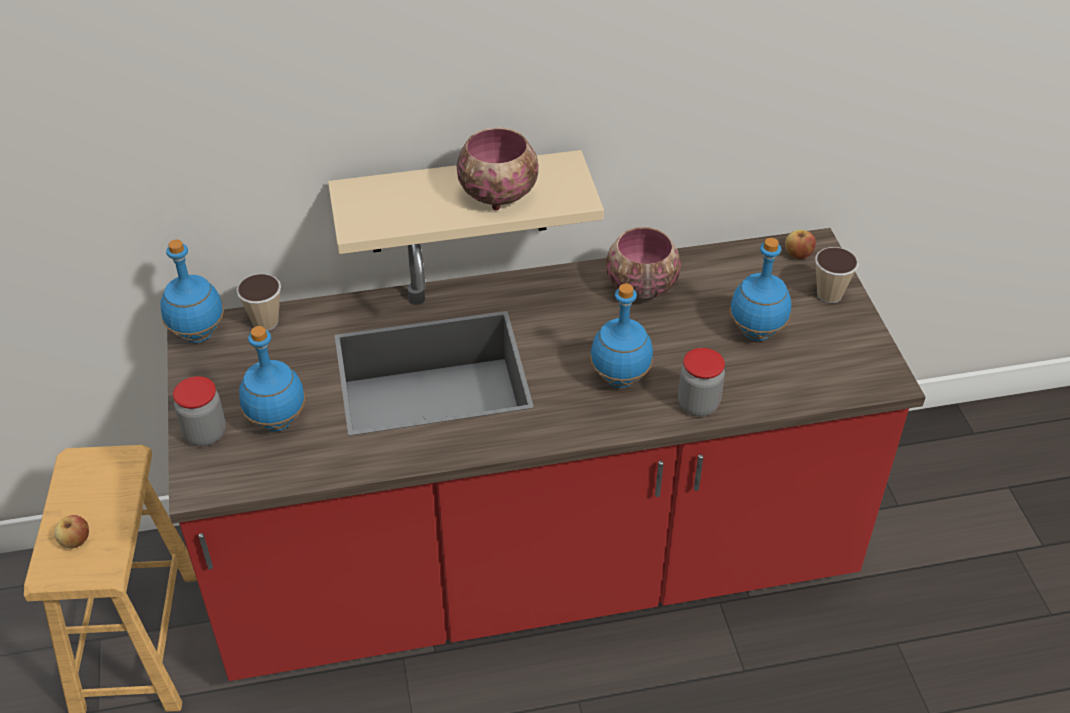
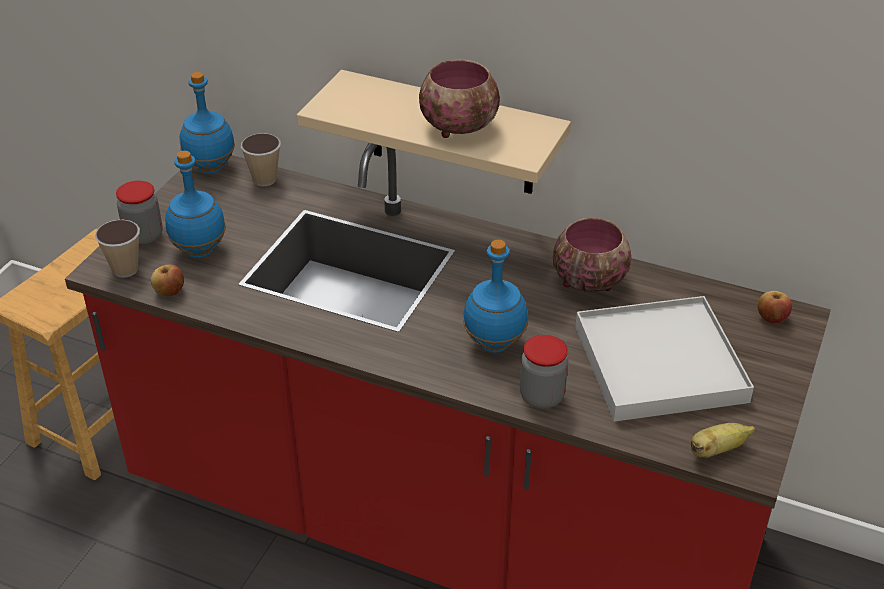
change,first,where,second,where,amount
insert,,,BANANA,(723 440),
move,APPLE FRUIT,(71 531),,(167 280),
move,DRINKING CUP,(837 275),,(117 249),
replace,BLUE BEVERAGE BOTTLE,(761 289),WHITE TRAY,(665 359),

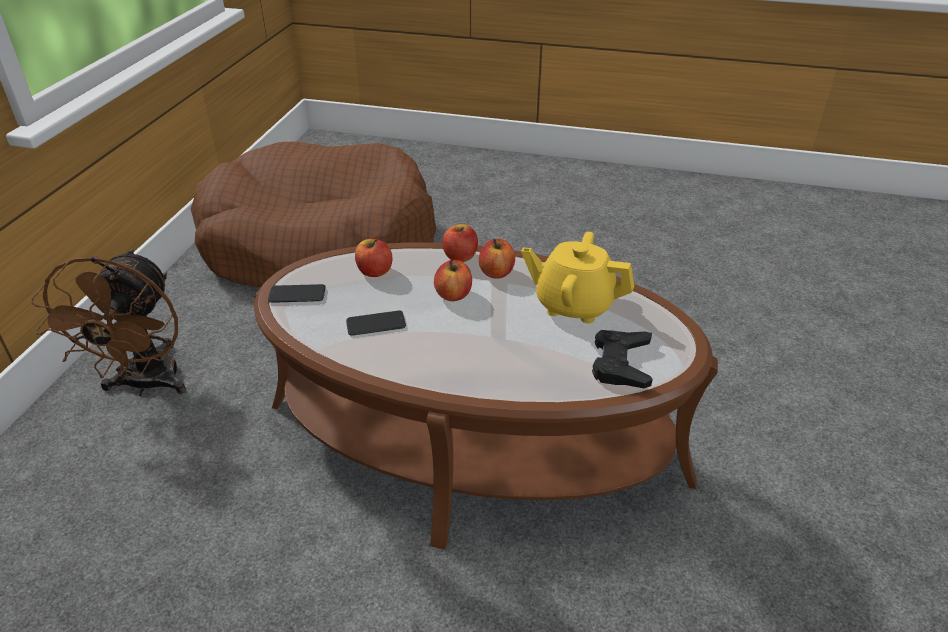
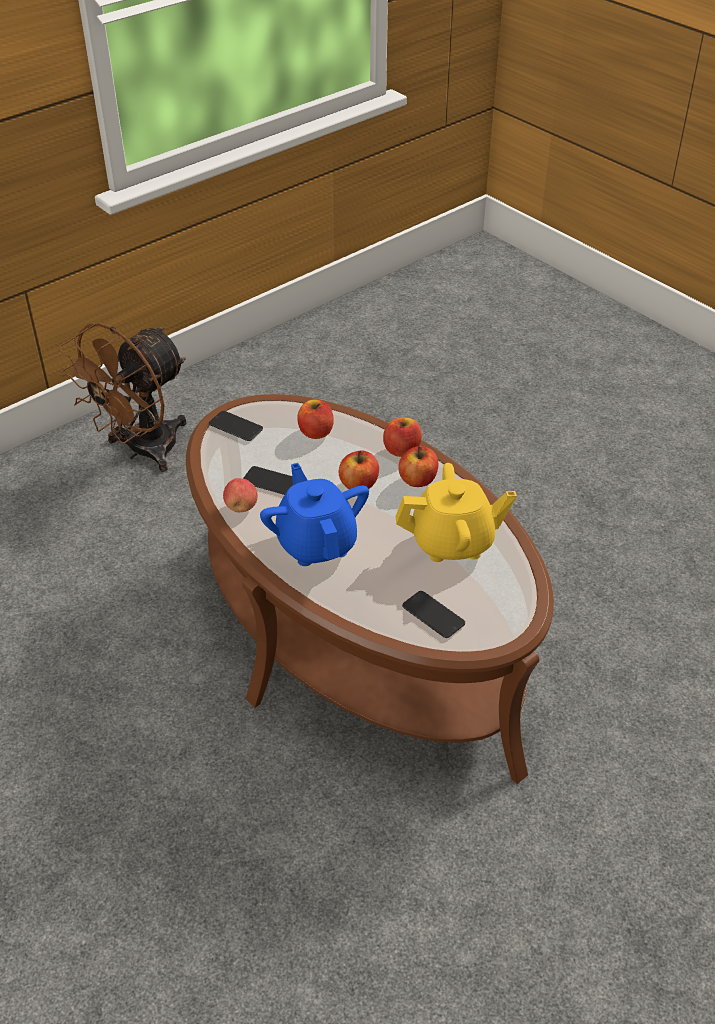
change,first,where,second,where,amount
delete,BROWN DOG BED,(313 214),,,
insert,,,APPLE FRUIT,(240 495),
insert,,,BLUE TEAPOT,(314 514),
replace,BLACKISH JOYPAD,(622 359),PHONE,(433 614),
rotate,YELLOWISH TEAPOT,(577 277),,(456 512),120 degrees clockwise

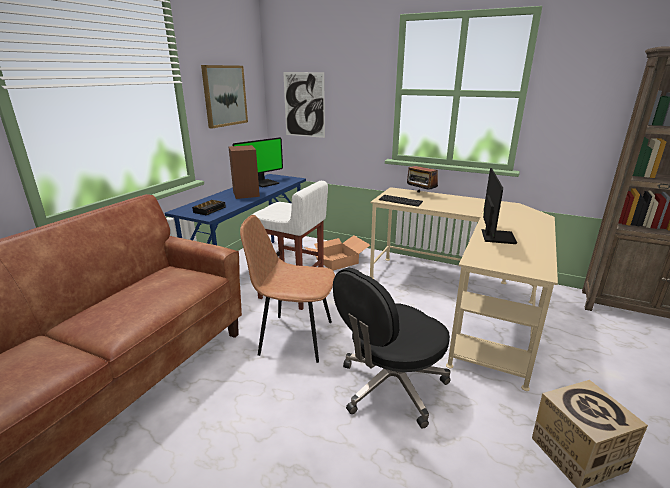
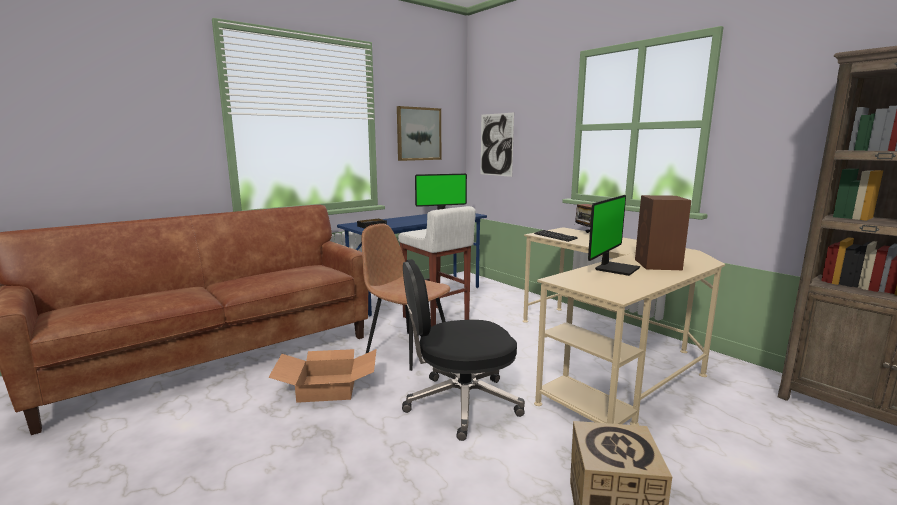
change,first,where,second,where,amount
move,BROWN LOUDSPEAKER,(244 172),,(663 232),
move,CARDBOARD BOX,(337 253),,(322 376),

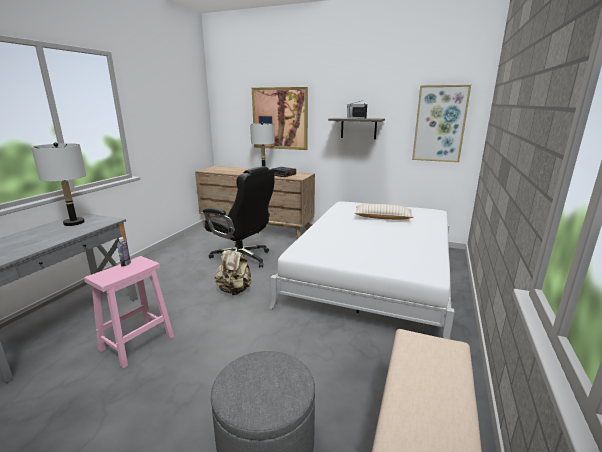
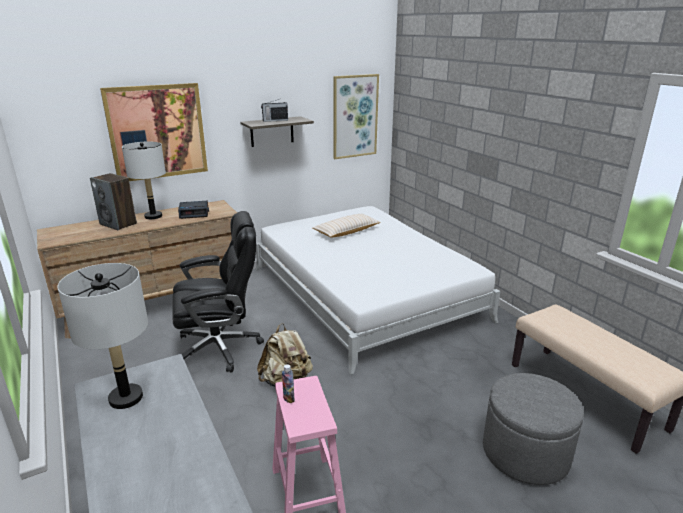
change,first,where,second,where,amount
insert,,,LOUDSPEAKER,(113 201),

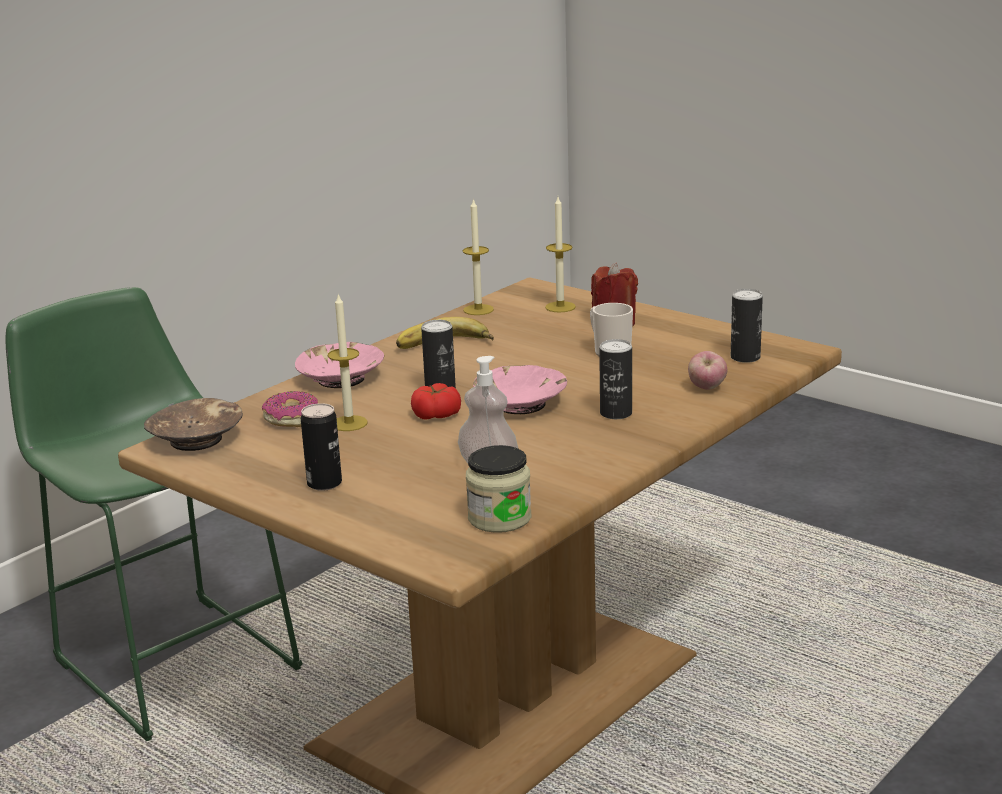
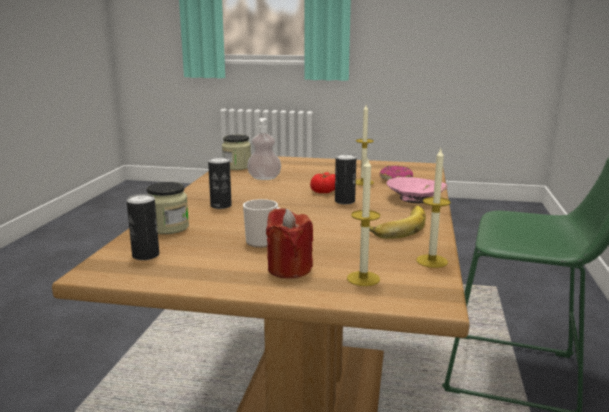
change,first,where,second,where,amount
delete,BROWN SERVING BOWL,(193 424),,,
delete,METAL CAN,(321 447),,,
delete,PINK SERVING BOWL,(520 389),,,
replace,APPLE FRUIT,(707 370),PRESERVE JAR,(168 208),

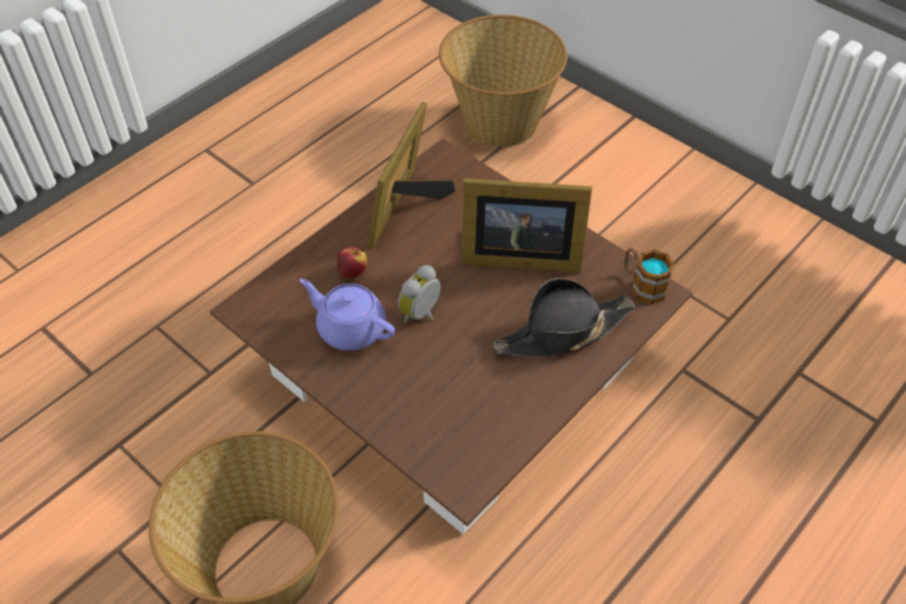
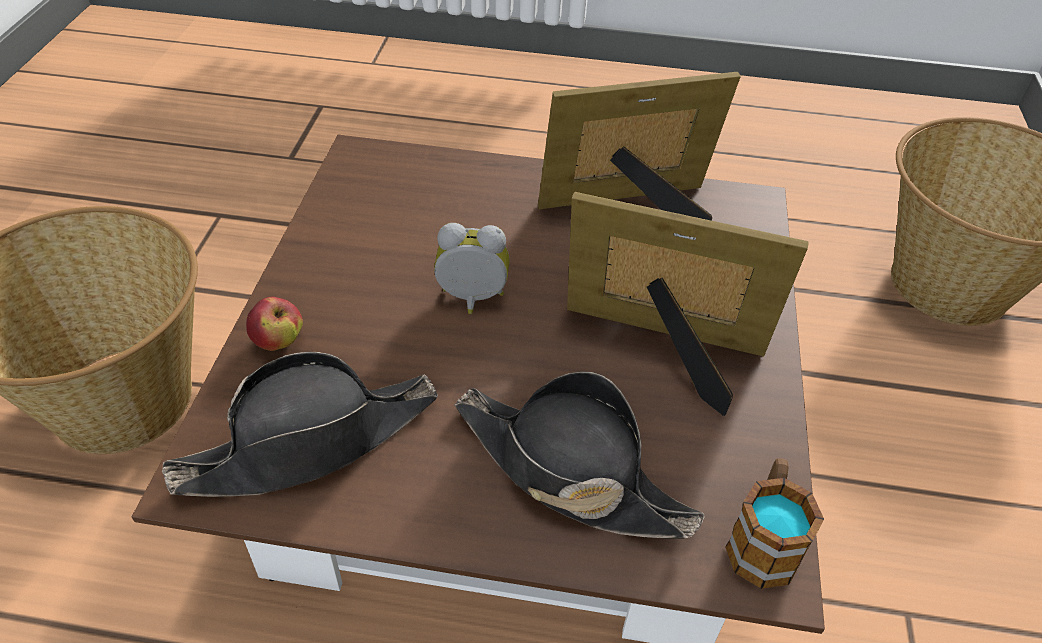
change,first,where,second,where,amount
delete,PURPLE-COLOURED TEAPOT,(347 315),,,
insert,,,BLACKISH WEARABLE HAT,(300 424),
move,APPLE FRUIT,(352 262),,(274 324),
rotate,STANDING FRAME,(526 225),,(688 304),135 degrees clockwise

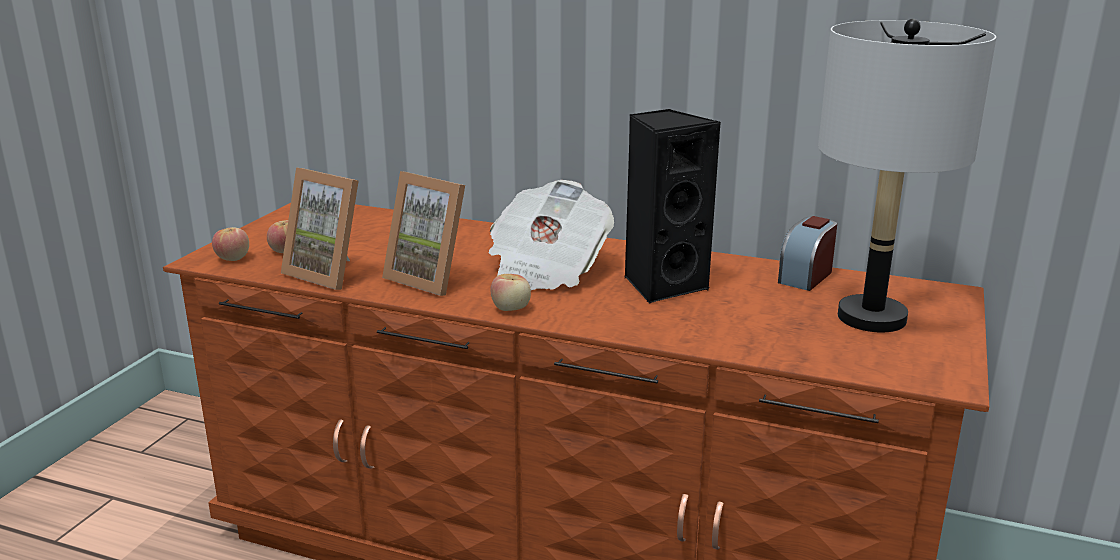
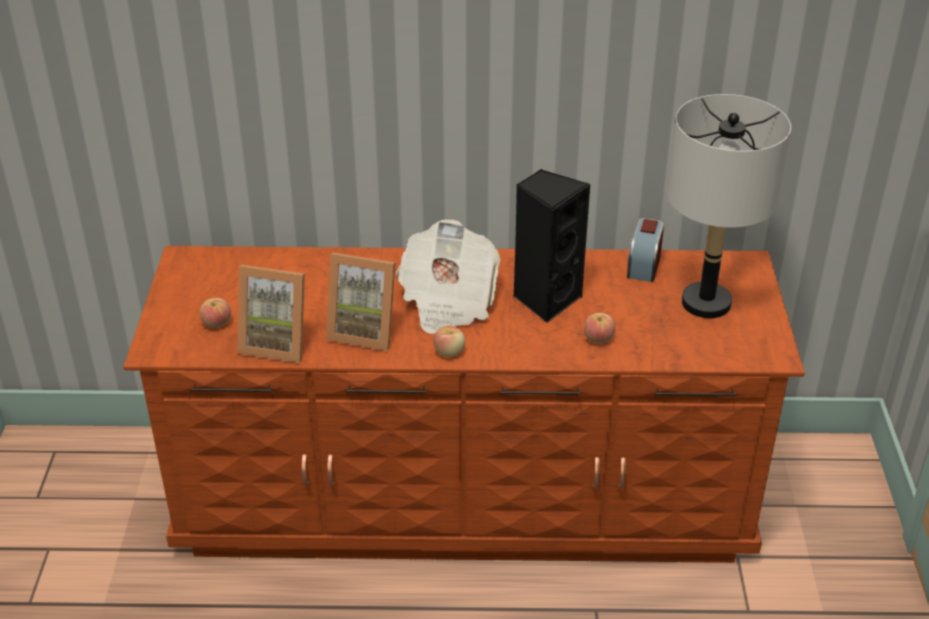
change,first,where,second,where,amount
move,APPLE FRUIT,(230 244),,(599 328),

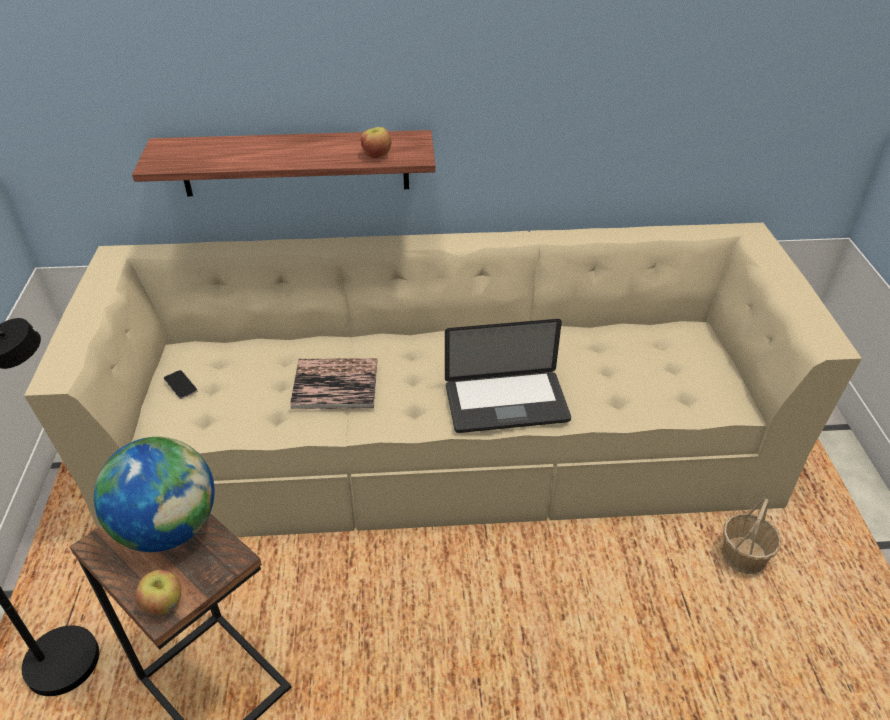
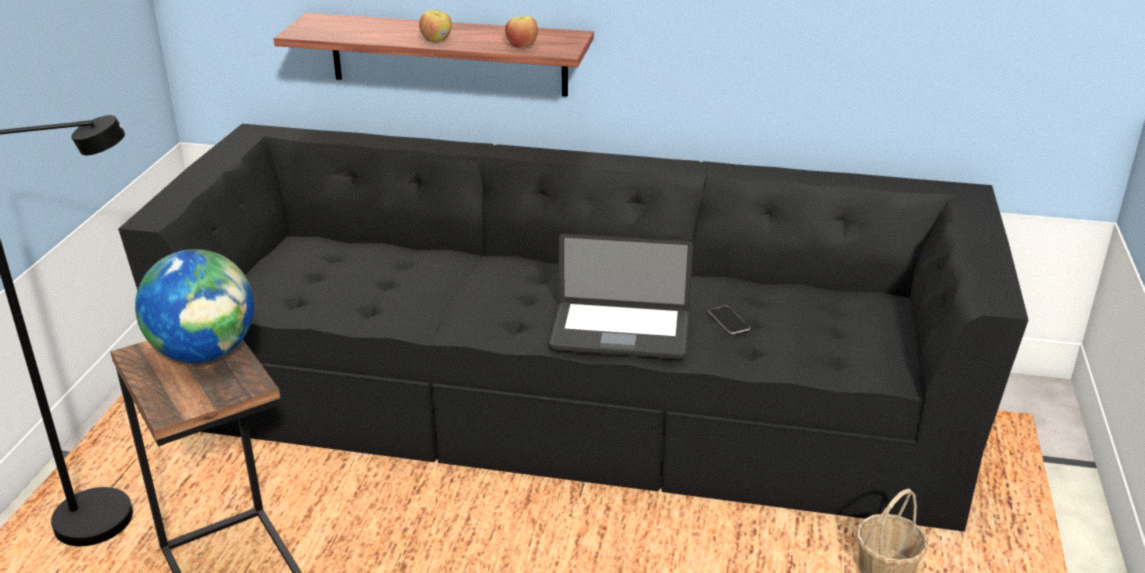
change,first,where,second,where,amount
delete,BOUND BOOK,(333 383),,,
move,APPLE FRUIT,(158 592),,(435 26),
move,PHONE,(181 384),,(729 320),
recolor,BEIGE-COLOURED SOFA,(443 380),BLACKISH SOFA,(573 328),

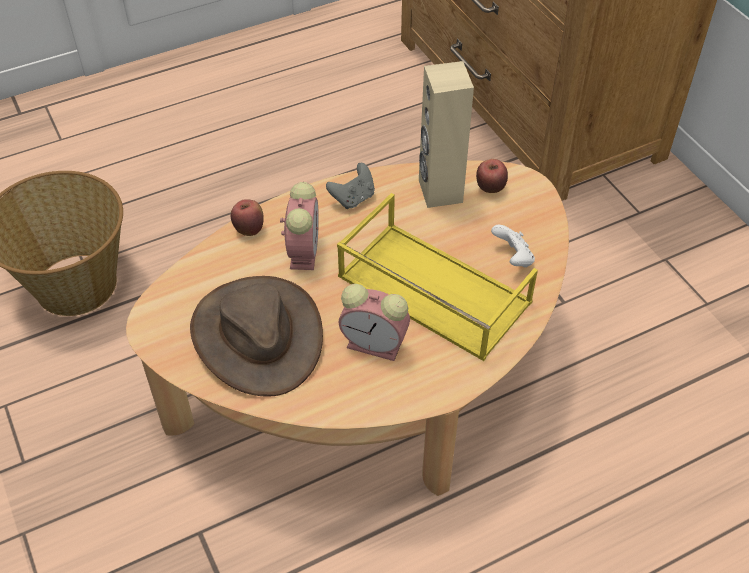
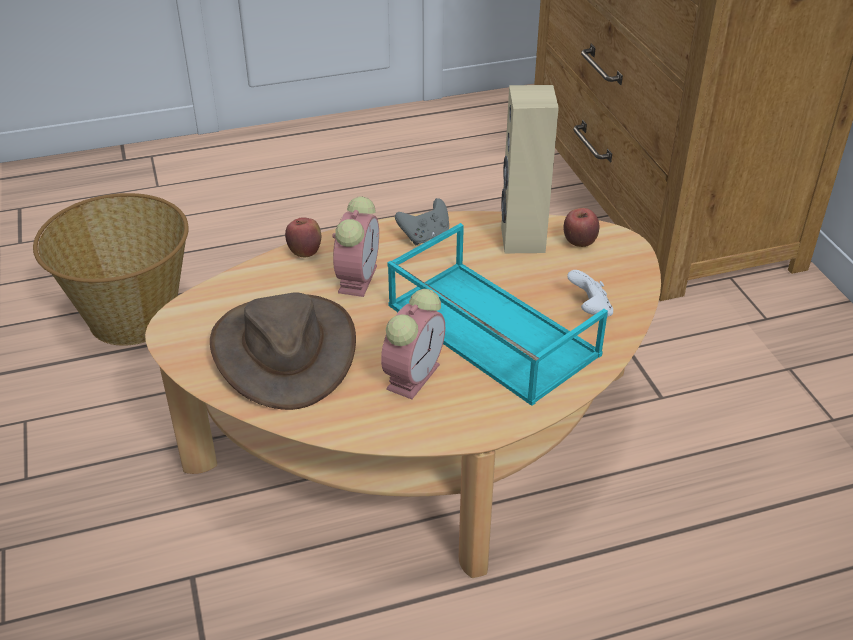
change,first,where,second,where,amount
recolor,YELLOWISH TRAY,(437 277),TURQUOISE TRAY,(497 314),
rotate,ALARM CLOCK,(374 322),,(413 344),90 degrees counterclockwise

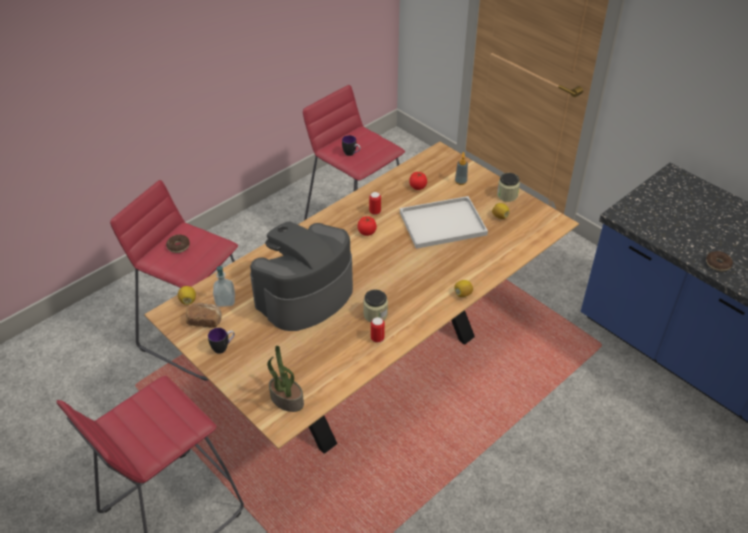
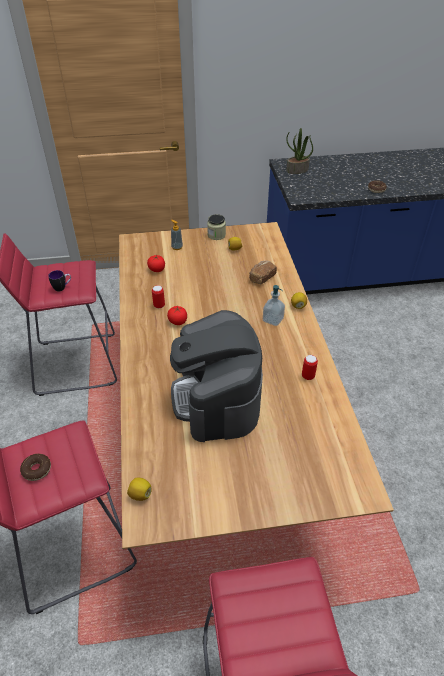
change,first,where,second,where,amount
delete,TEA MUG,(221 341),,,
delete,PRESERVE JAR,(375 305),,,
delete,WHITE TRAY,(444 222),,,
move,BREAD,(203 315),,(263 272),
move,SOAP BOTTLE,(224 286),,(274 305),
move,POTTED PLANT,(285 379),,(299 151),

